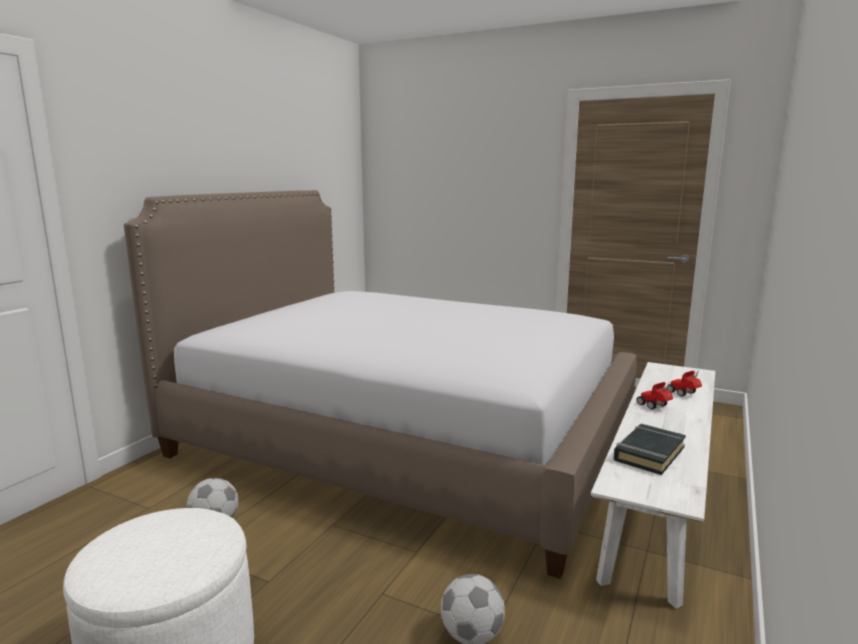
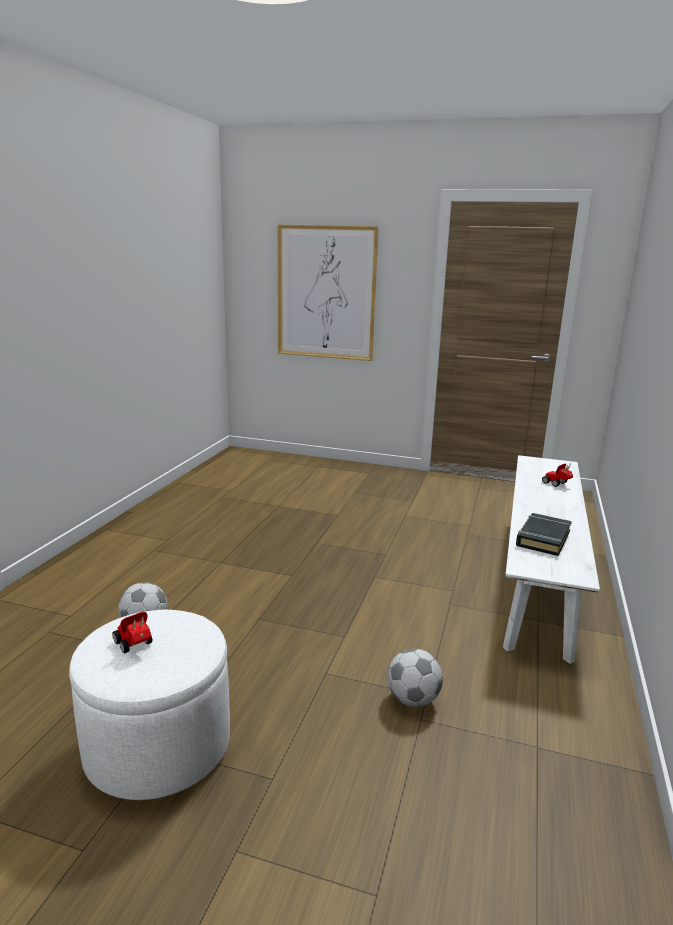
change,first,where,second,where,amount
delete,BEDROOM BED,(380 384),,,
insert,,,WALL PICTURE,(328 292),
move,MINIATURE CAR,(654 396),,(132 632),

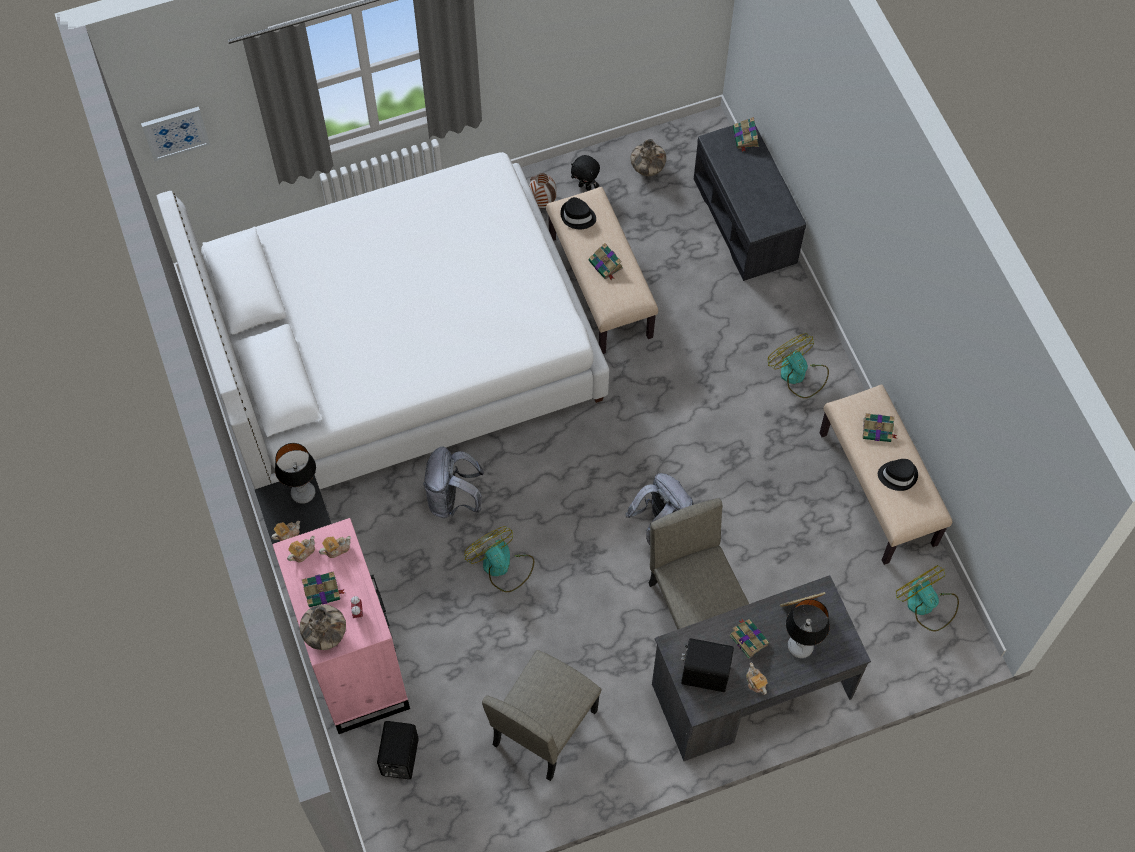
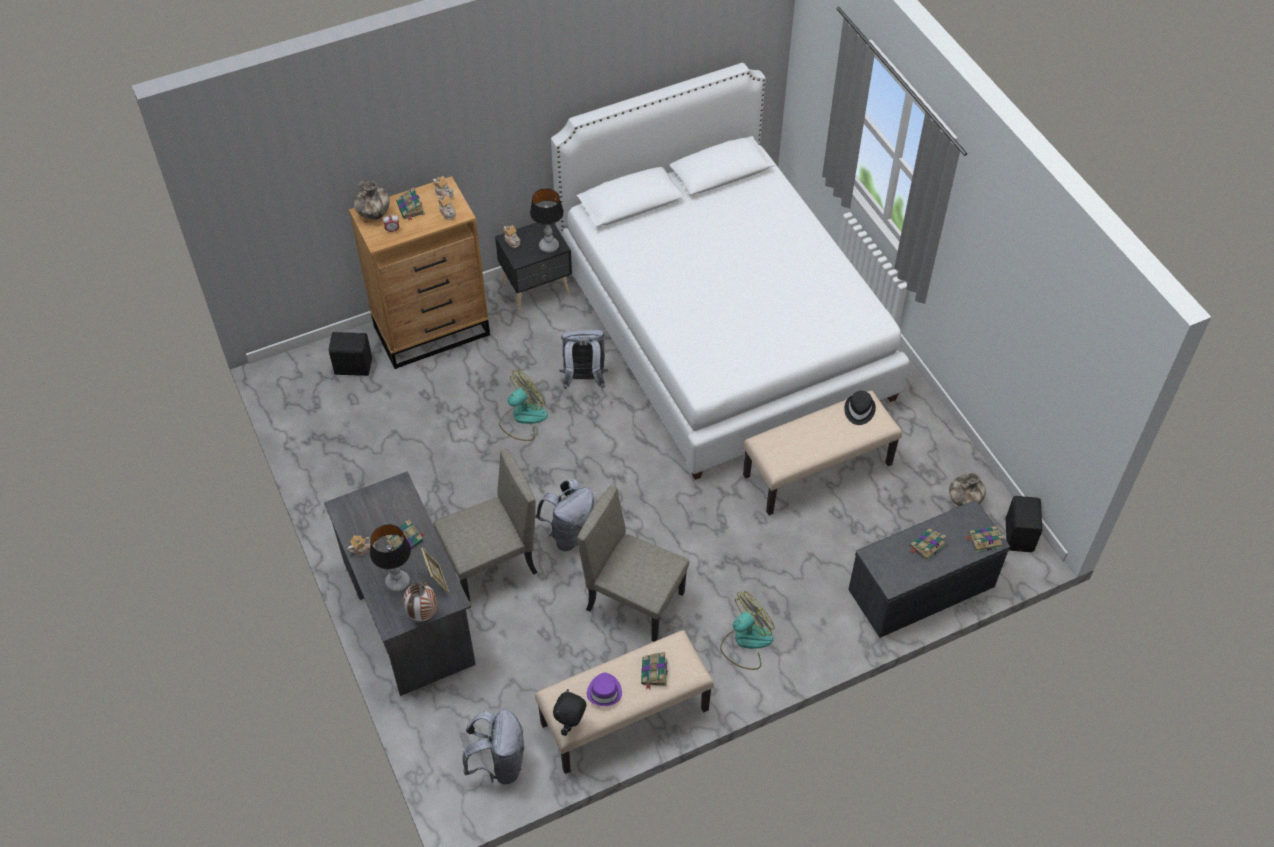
change,first,where,second,where,amount
delete,WALL PICTURE,(175 134),,,
move,BEIGE-COLOURED PLAIN CHAIR,(541 715),,(633 564),
move,DECORATIVE VASE,(543 190),,(420 601),
move,BLACKISH PLUSH TOY,(585 172),,(569 712),
move,BOUND BOOK,(605 261),,(927 544),
move,BLACKISH LOUDSPEAKER,(707 665),,(1024 524),
replace,ELECTRIC FAN,(927 598),GRAY RUCKSACK,(493 746),
recolor,PINK CHEST OF DRAWERS,(341 626),BROWN CHEST OF DRAWERS,(419 272),
recolor,BLACKISH WEARABLE HAT,(898 475),PURPLE-COLOURED WEARABLE HAT,(604 689),

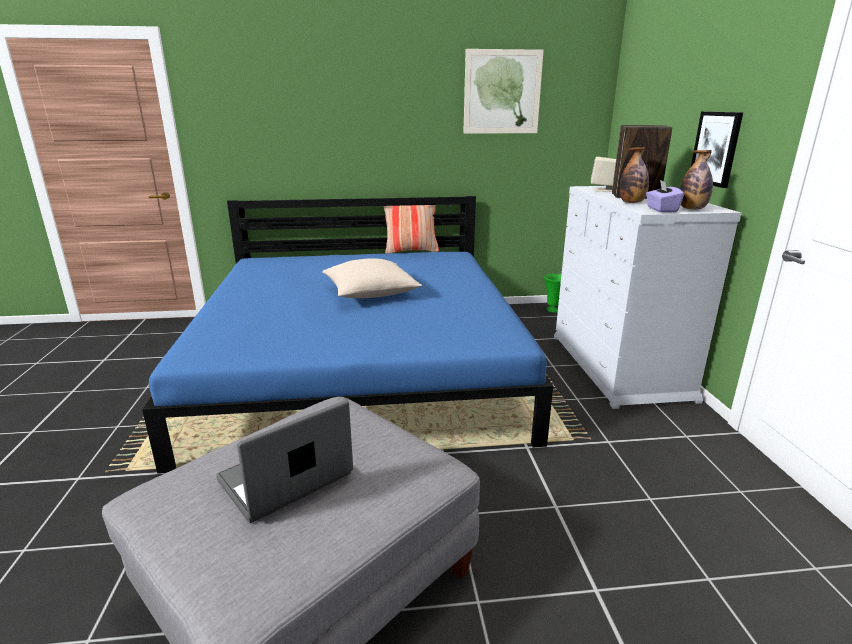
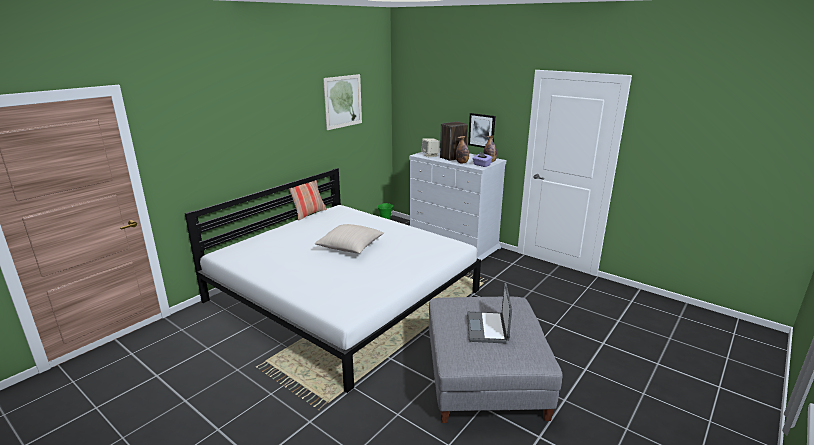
change,first,where,second,where,amount
recolor,BLUE BEDROOM BED,(347 335),WHITE BEDROOM BED,(333 280),

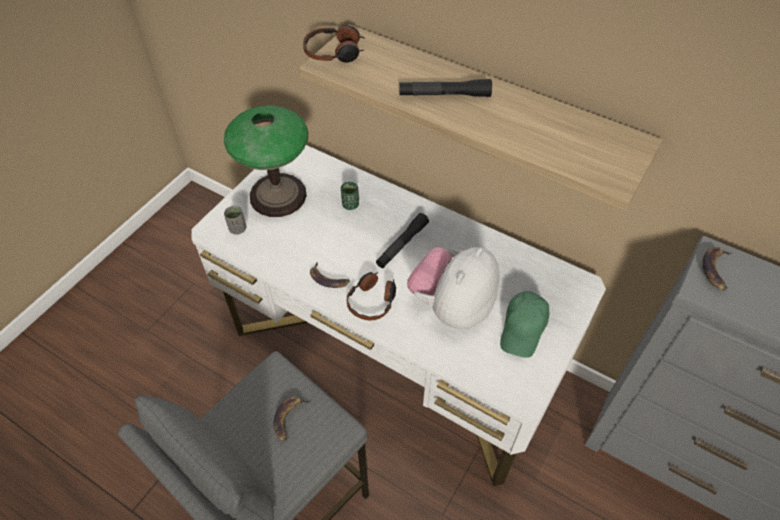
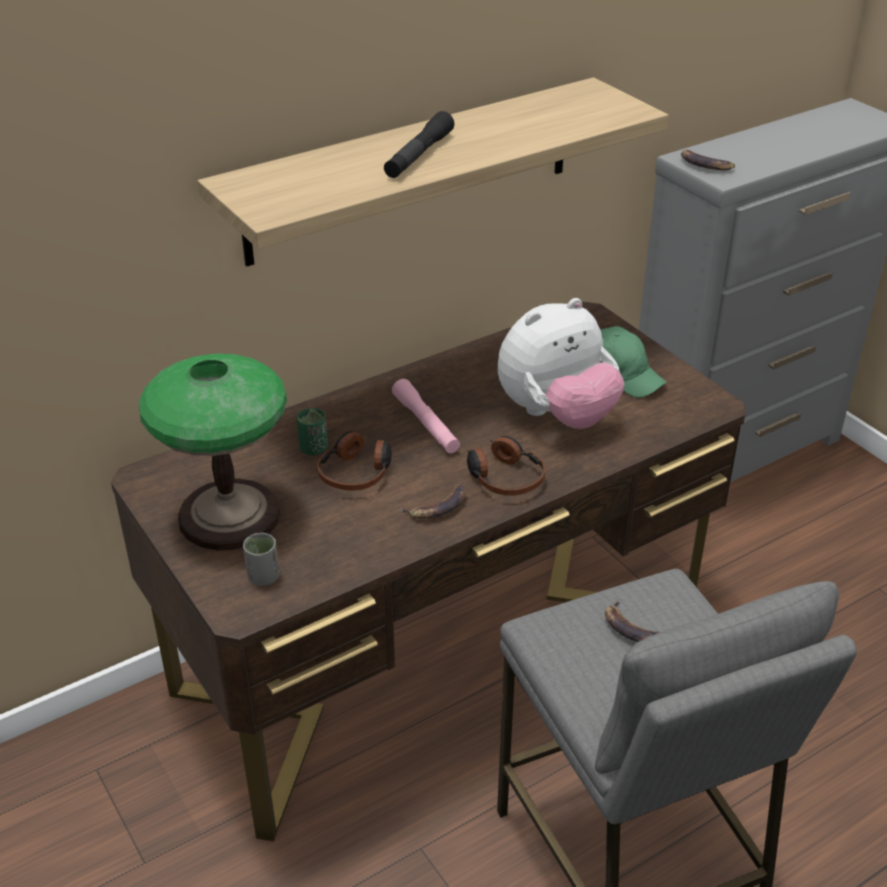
change,first,where,second,where,amount
move,HEADSET,(334 44),,(355 461),
recolor,WHITE DESK UNIT,(399 315),BROWN DESK UNIT,(428 571),
recolor,BLACKISH FLASHLIGHT,(402 240),PINK FLASHLIGHT,(426 416),
rotate,PLUSH TOY,(453 288),,(561 363),90 degrees counterclockwise

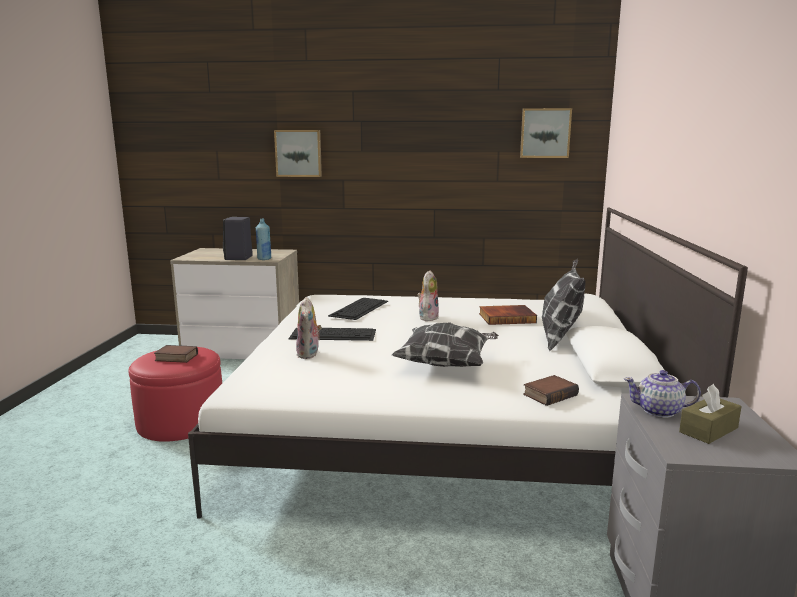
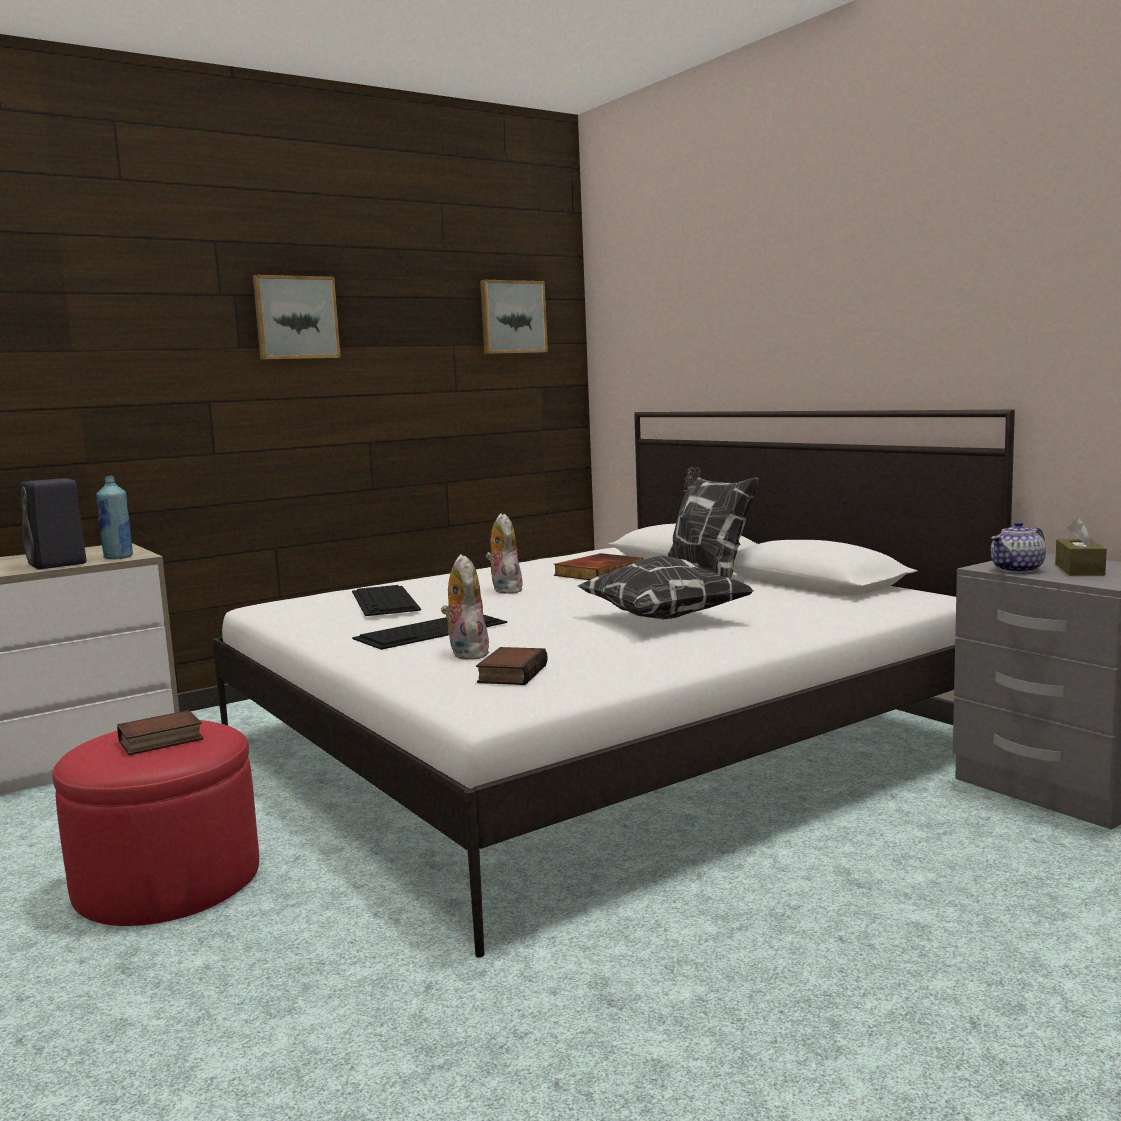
change,first,where,second,where,amount
move,WALL PICTURE,(298 153),,(297 317),
move,BOUND BOOK,(551 390),,(512 666),
rotate,PLUSH TOY,(309 328),,(465 607),150 degrees counterclockwise

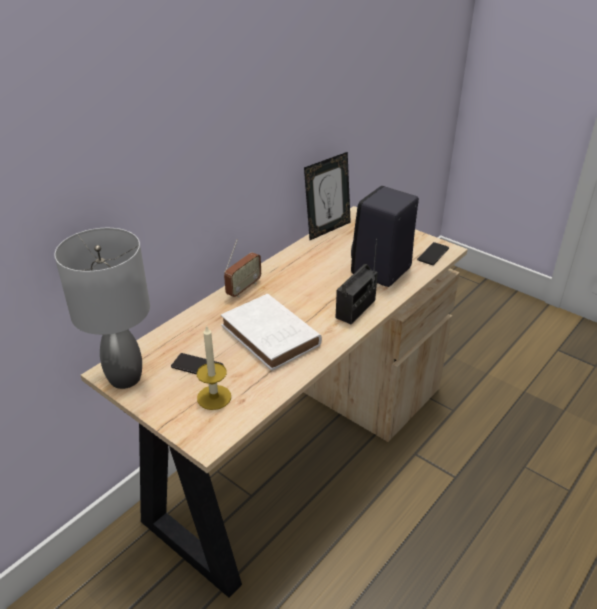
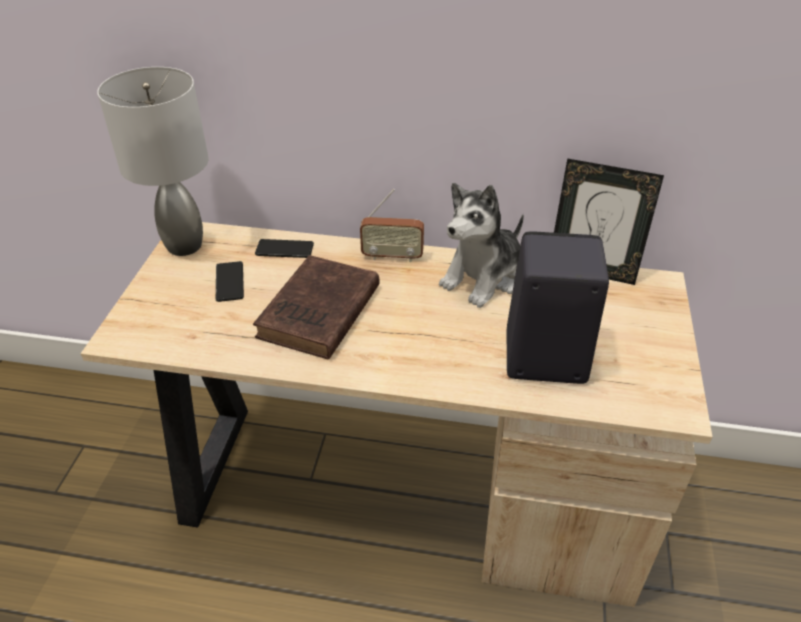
change,first,where,second,where,amount
delete,CANDLE,(214 367),,,
delete,RADIO RECEIVER,(356 281),,,
insert,,,PLUSH TOY,(481 245),
move,PHONE,(433 253),,(284 248),
recolor,WHITE BOUND BOOK,(271 332),BROWN BOUND BOOK,(316 307),

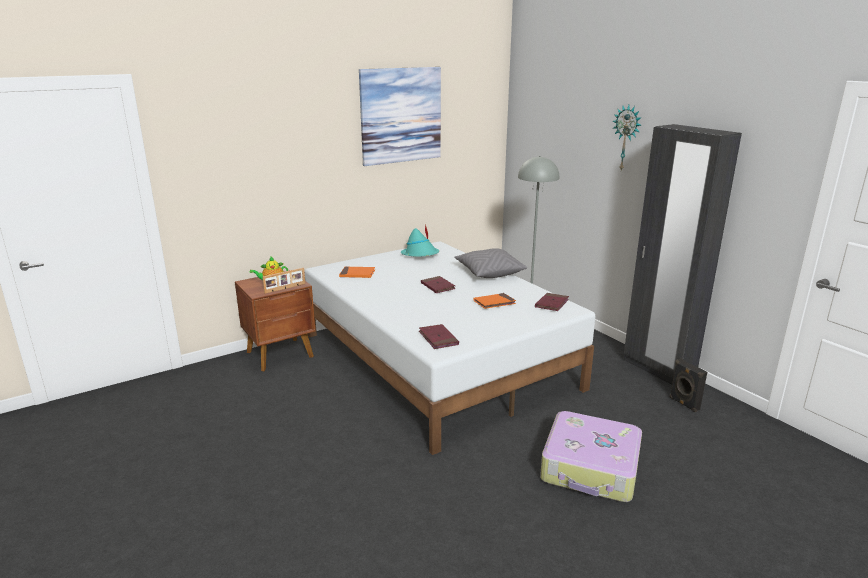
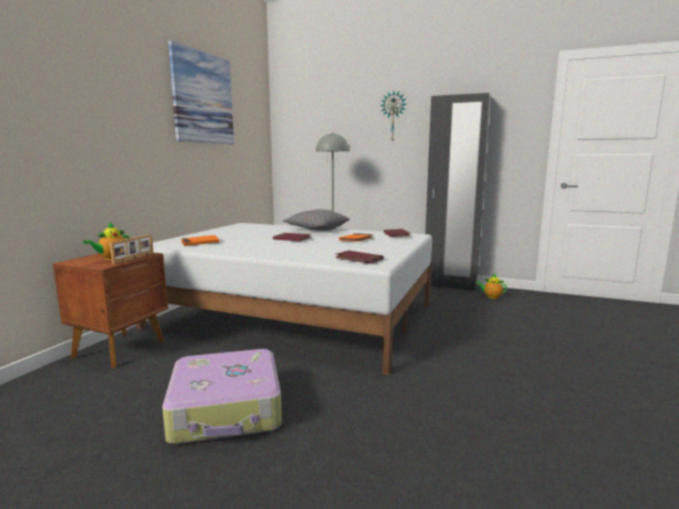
change,first,where,second,where,amount
delete,TURQUOISE WEARABLE HAT,(420 240),,,
move,TRAVEL CASE,(591 456),,(222 396),
replace,BLACKISH LOUDSPEAKER,(688 385),TEAPOT,(491 286),

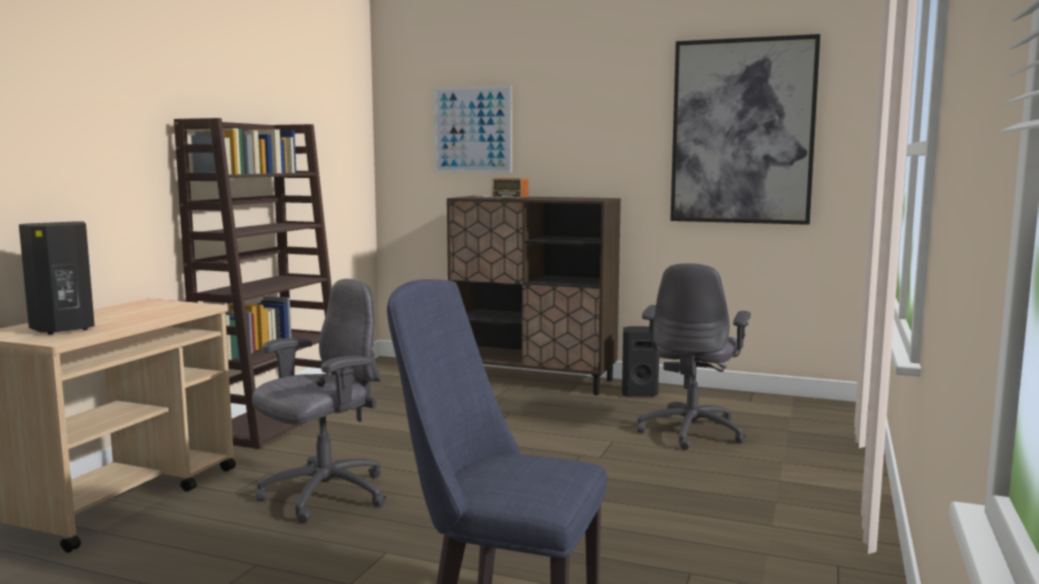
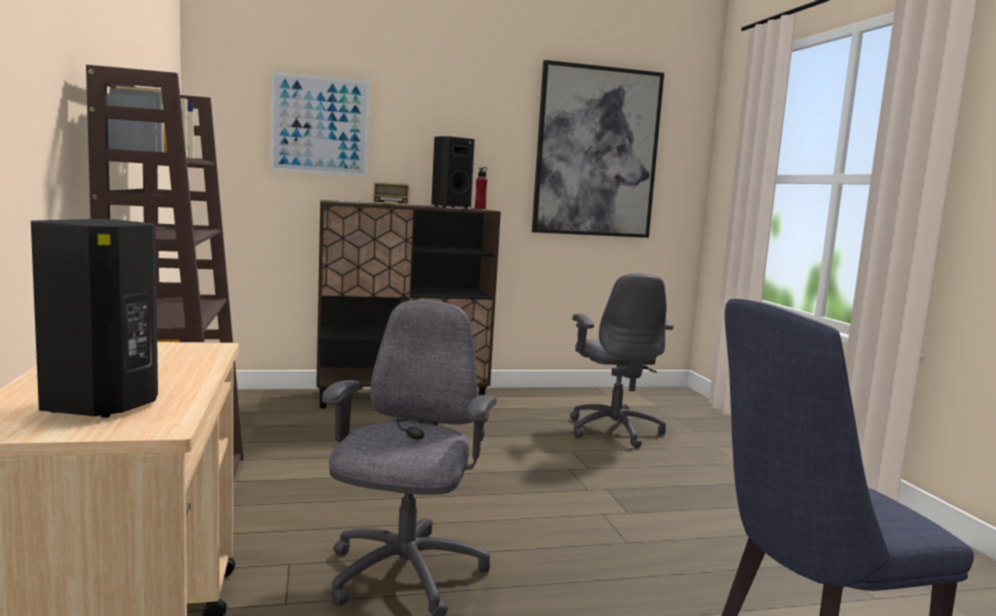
change,first,where,second,where,amount
insert,,,RED BEVERAGE BOTTLE,(481 188),
move,BLACKISH LOUDSPEAKER,(640 361),,(453 172),

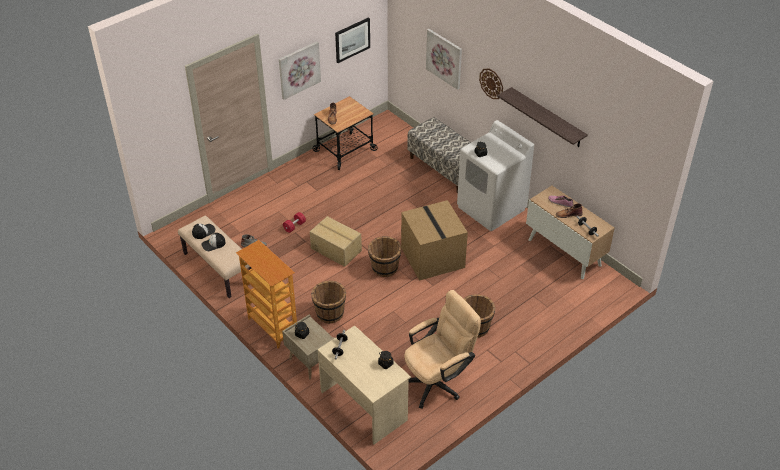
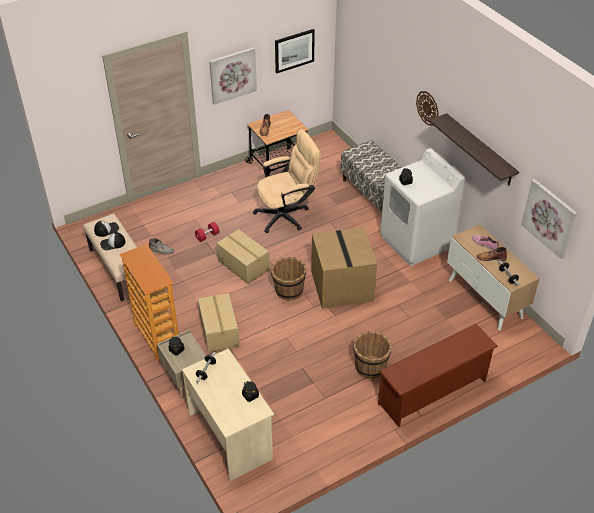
change,first,where,second,where,amount
insert,,,BROWN SHOE SHELF,(438 375),
move,BEIGE-COLOURED DESK CHAIR,(442 349),,(287 181),
move,WALL PICTURE,(444 59),,(549 219),
replace,BROWN WATER BUCKET,(328 302),CARDBOARD BOX,(218 322),

